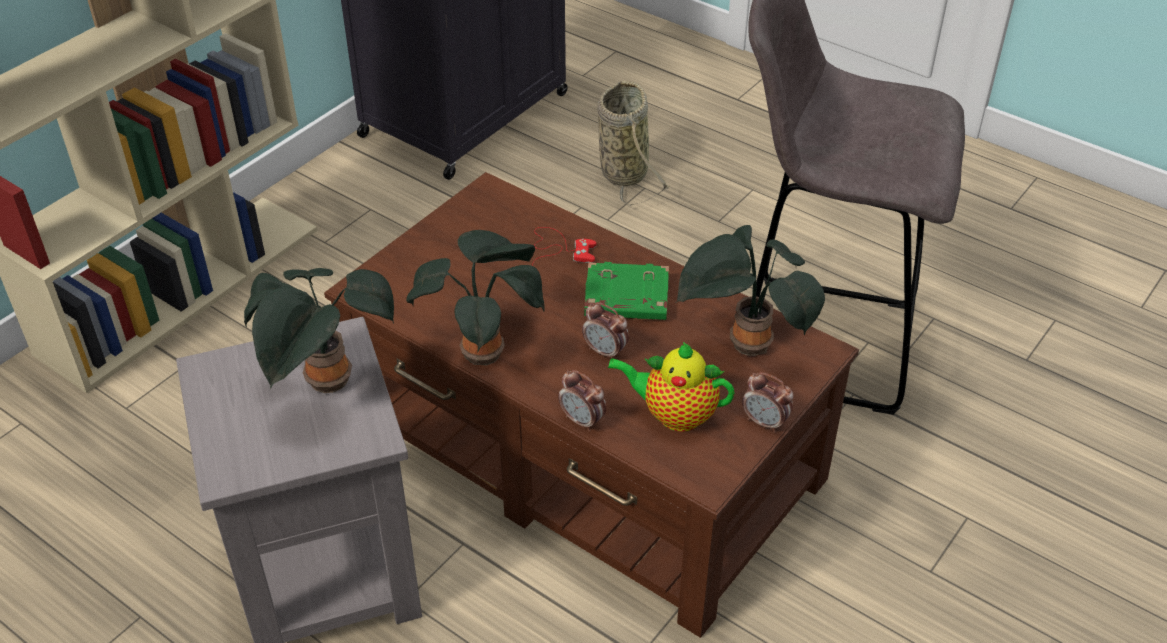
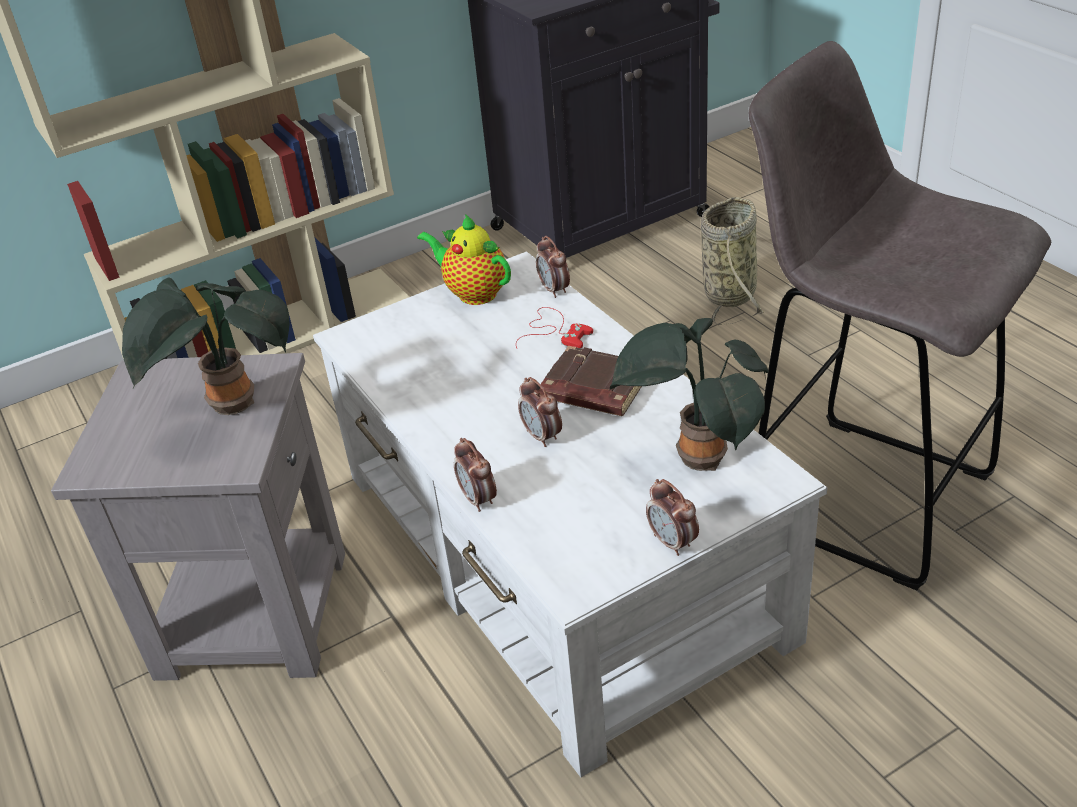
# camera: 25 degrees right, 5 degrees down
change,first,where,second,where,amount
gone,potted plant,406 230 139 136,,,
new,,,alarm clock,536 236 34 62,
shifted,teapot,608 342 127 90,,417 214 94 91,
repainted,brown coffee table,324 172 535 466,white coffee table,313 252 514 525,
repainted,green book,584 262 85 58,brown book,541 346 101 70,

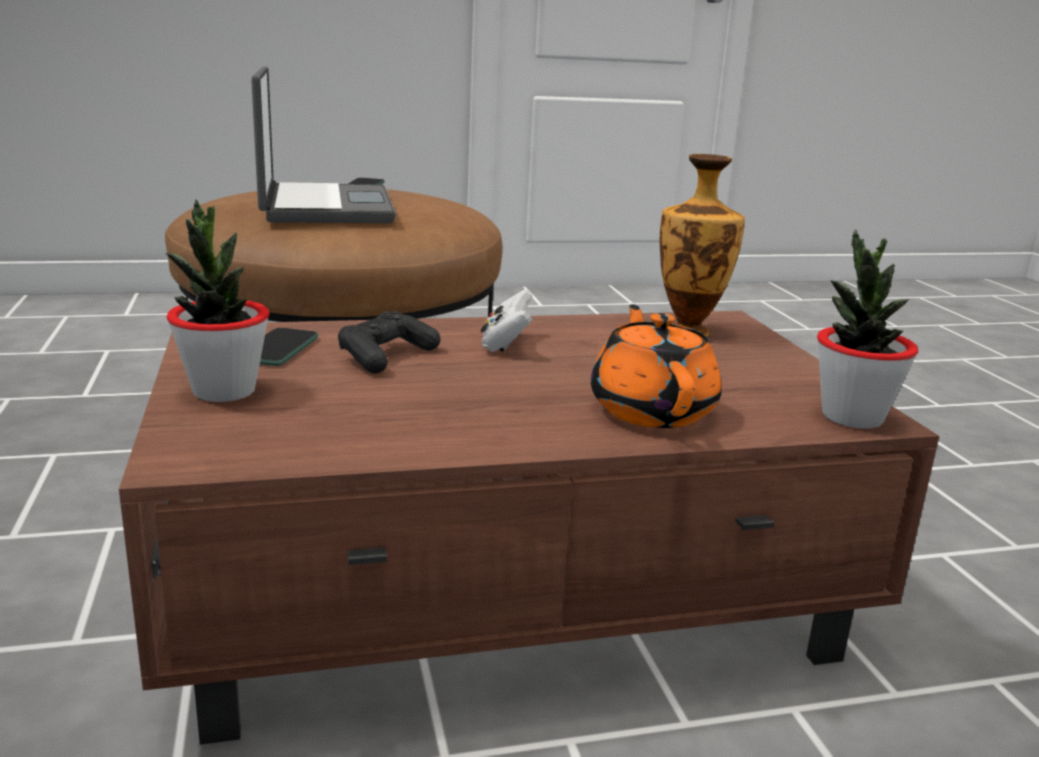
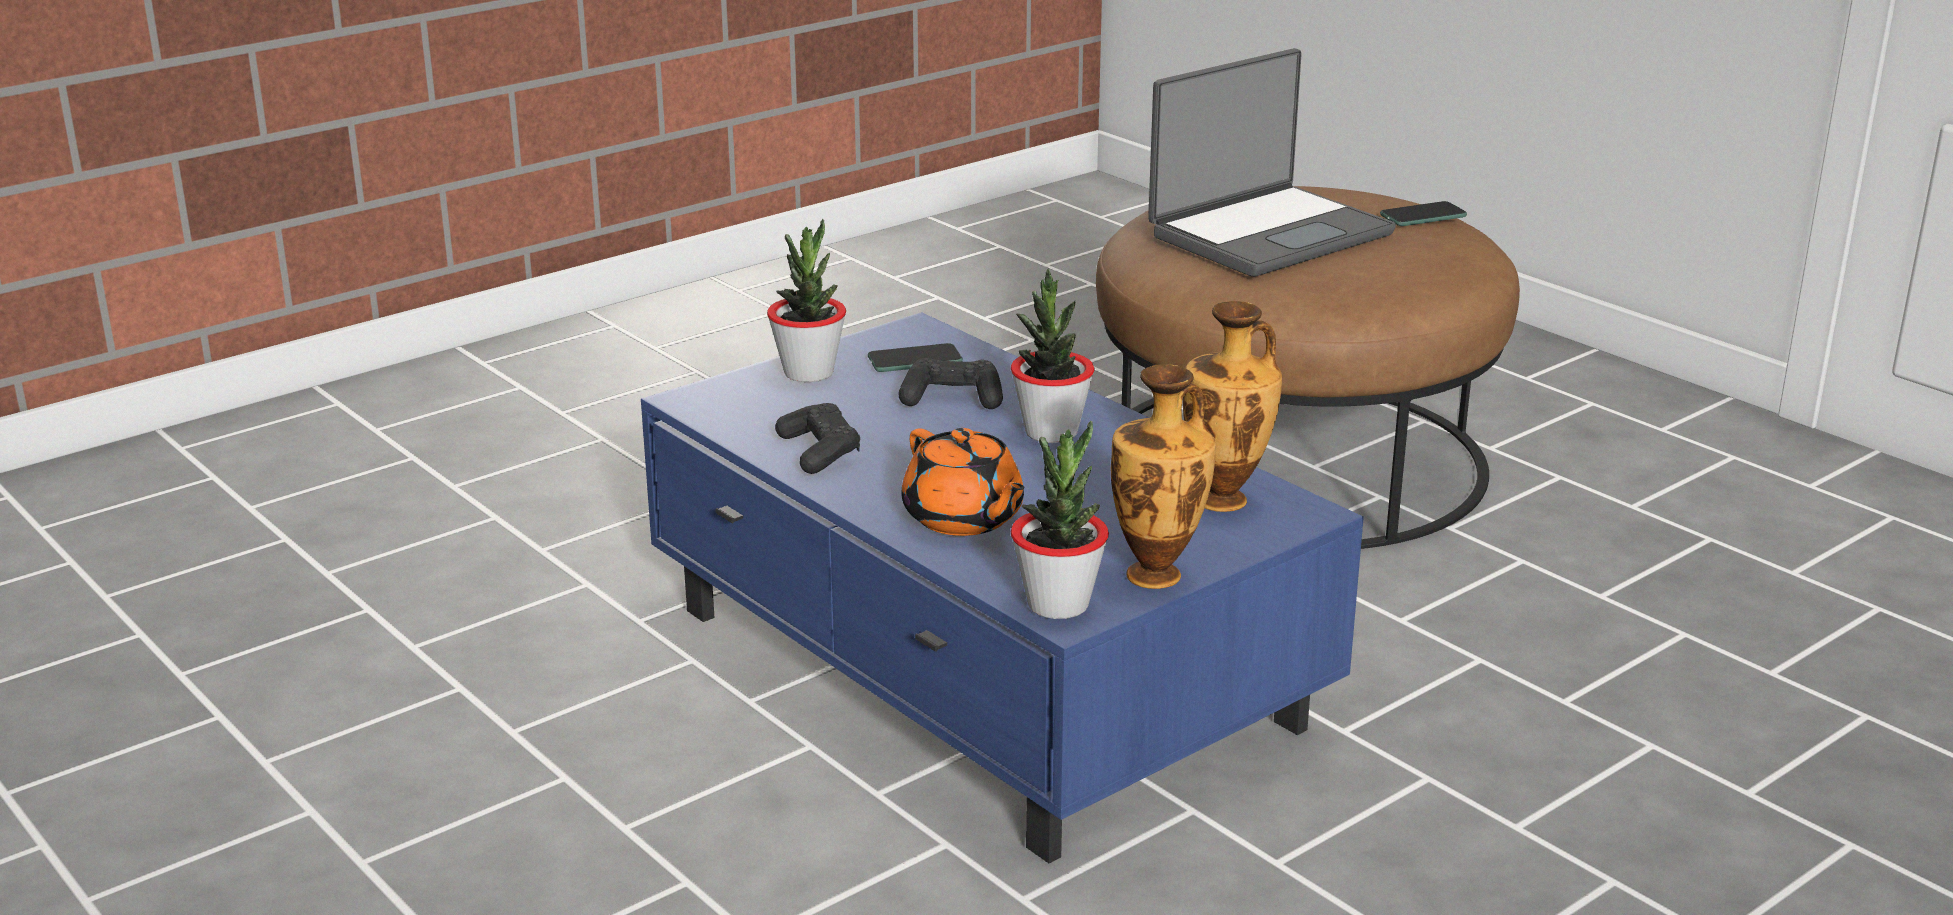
# camera: 65 degrees right, 5 degrees up
change,first,where,second,where,amount
new,,,black game controller,775 403 85 71,
new,,,vase,1111 364 105 225,
swapped,white game controller,481 289 52 63,potted plant,1011 268 83 175,
repainted,brown coffee table,119 311 820 434,blue coffee table,641 312 723 551,
rotated,orange teapot,591 304 130 124,,901 428 124 108,90 degrees clockwise

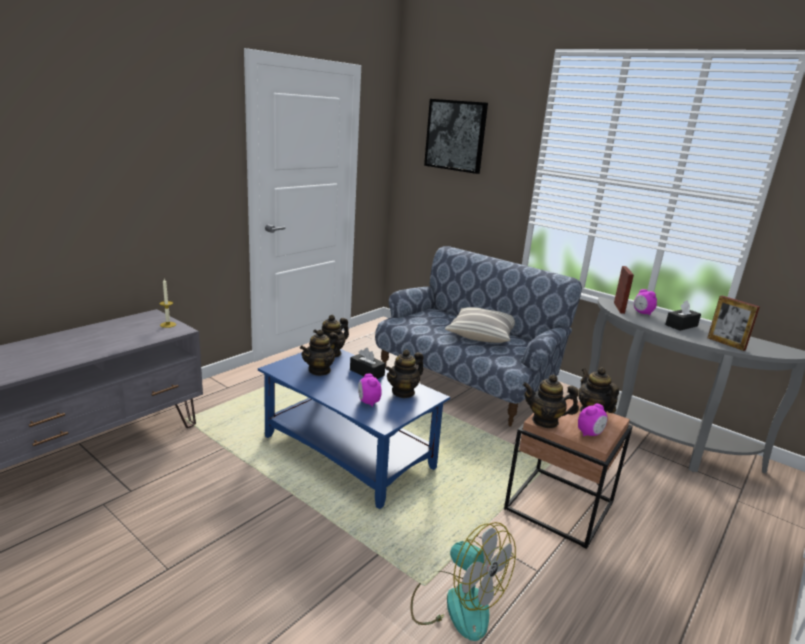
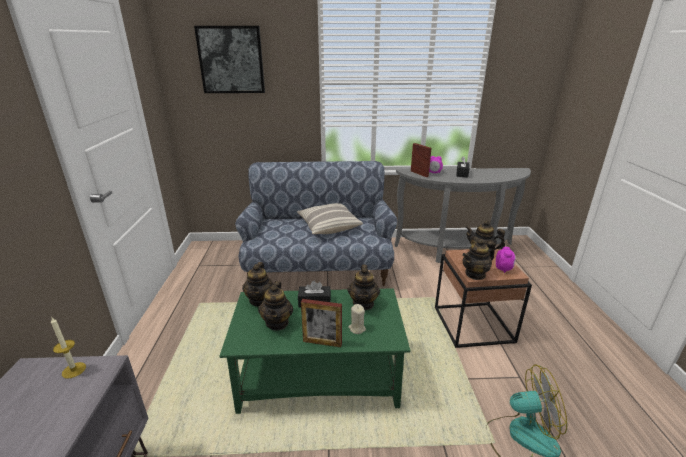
# camera: 40 degrees left, 5 degrees up
change,first,where,second,where,amount
shifted,picture frame,707 296 53 55,,301 299 41 48,
swapped,alarm clock,358 374 24 33,beige candle,348 304 18 30,
repainted,blue coffee table,258 349 192 160,green coffee table,219 288 191 126,

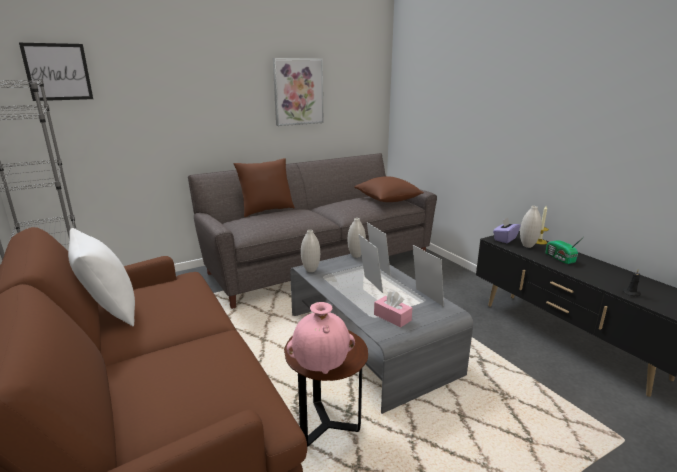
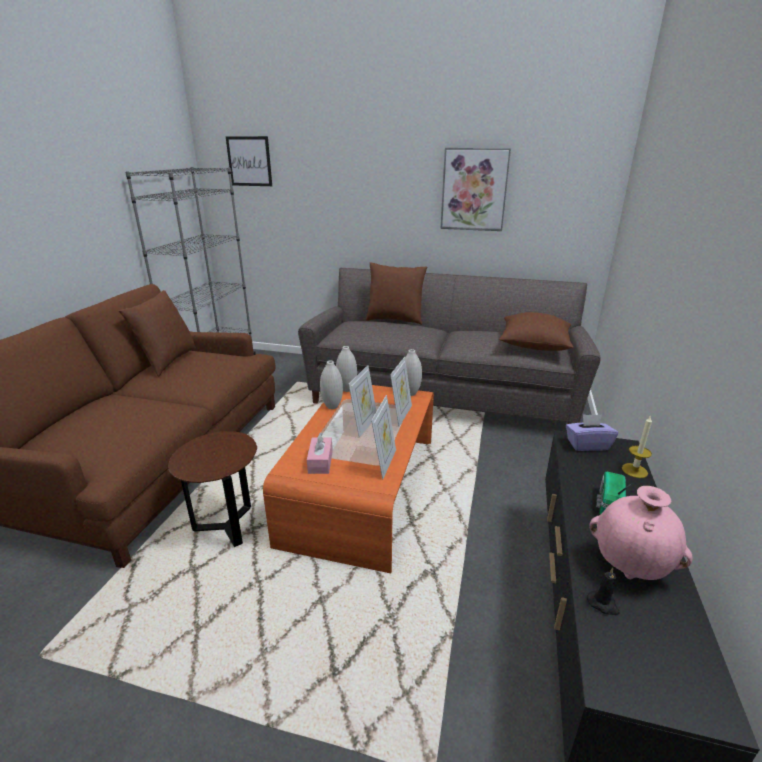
# camera: 45 degrees right, 5 degrees up
change,first,where,second,where,amount
shifted,pink vase,287 302 68 72,,589 486 104 94,
shifted,white vase,520 206 22 42,,320 360 23 49,
repainted,white pillow,68 228 67 98,brown pillow,119 290 77 87,
repainted,grey coffee table,290 254 183 160,orange coffee table,263 385 171 188,

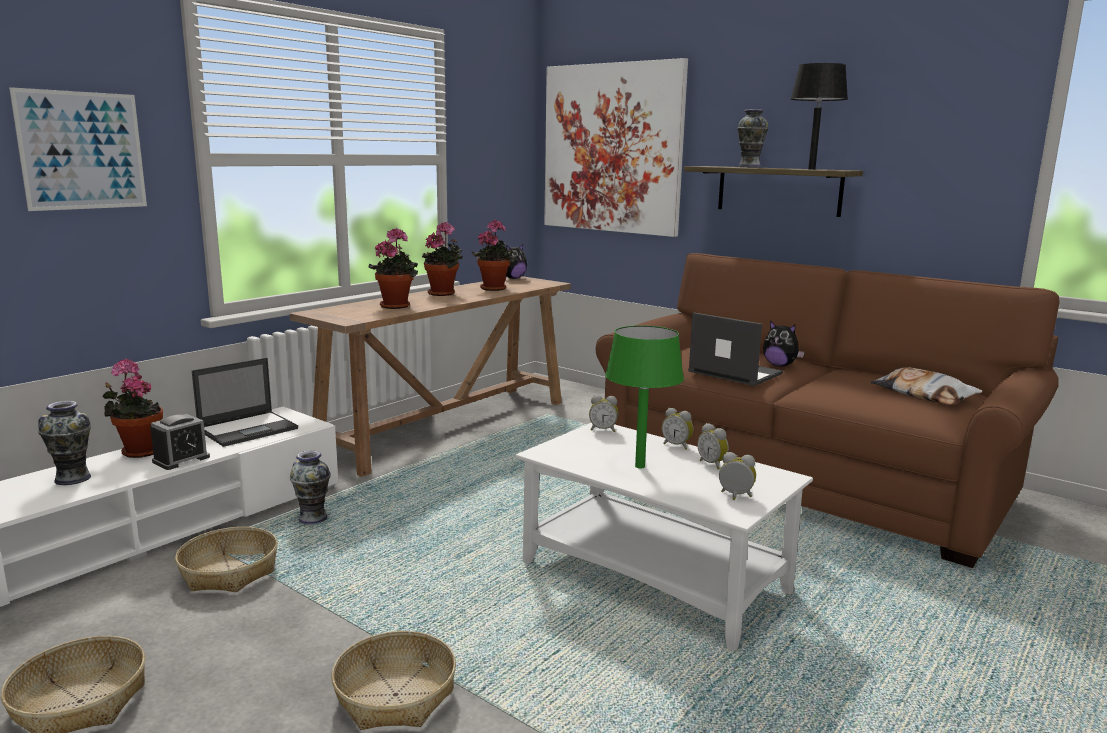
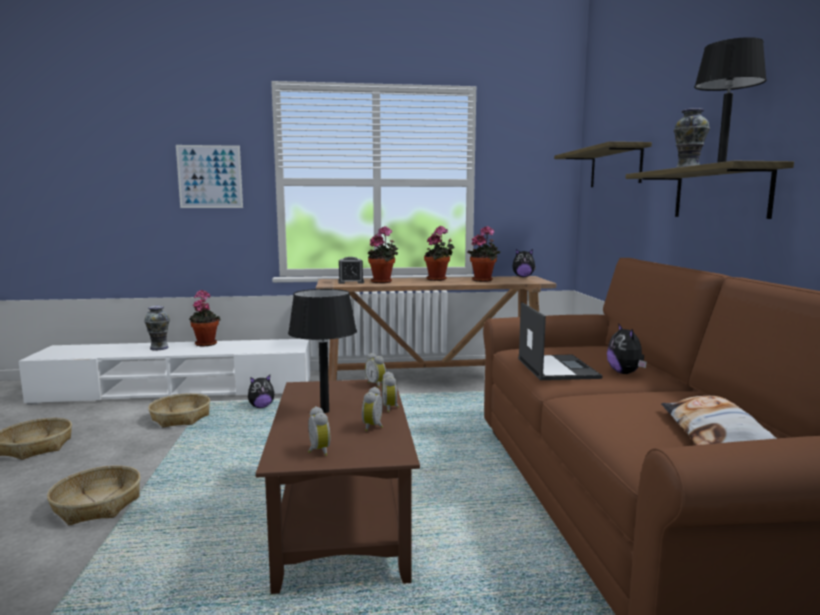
# camera: 45 degrees right, 5 degrees down
change,first,where,second,where,amount
gone,laptop,192 358 106 89,,,
shifted,alarm clock,150 414 60 56,,338 257 26 27,
swapped,vase,290 450 41 74,plush toy,248 375 27 33,
swapped,picture,544 58 144 179,shelf,554 141 98 46,
repainted,white coffee table,515 423 298 229,brown coffee table,255 380 165 214,
repainted,green table lamp,605 325 79 144,black table lamp,288 289 69 124,

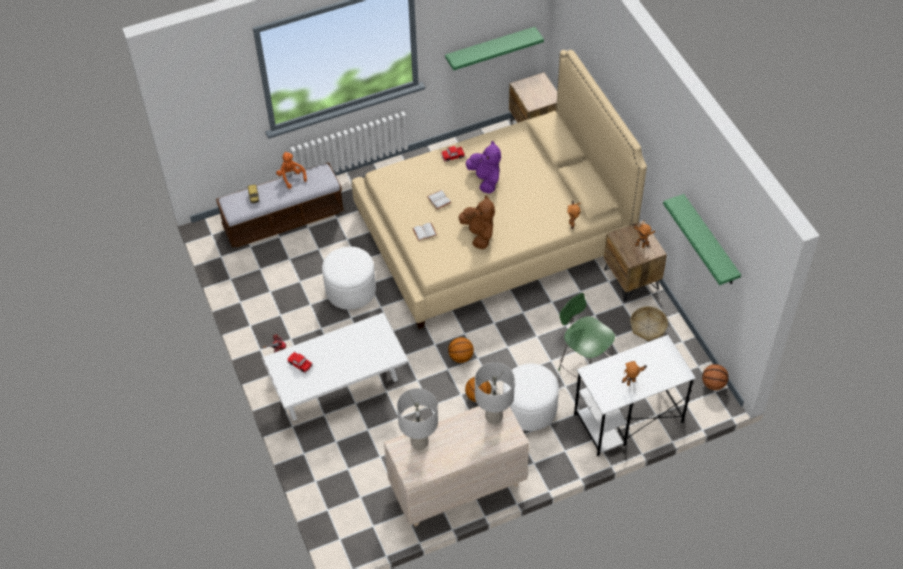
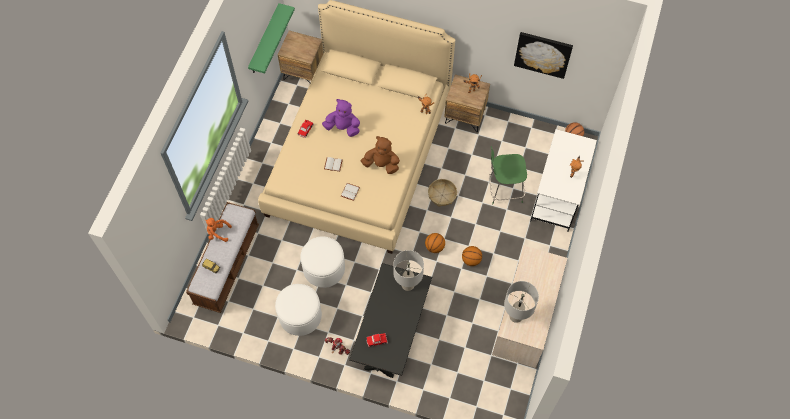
# camera: 50 degrees left, 10 degrees up
change,first,where,second,where,amount
shifted,grey table lamp,475 362 40 62,,393 250 31 41,
shifted,white ottoman,503 364 56 67,,275 284 47 52,
shifted,basket,630 306 38 35,,428 179 29 28,
swapped,green shelf,663 194 78 91,picture,514 32 59 47,
repainted,white coffee table,262 312 147 109,black coffee table,349 263 83 115,

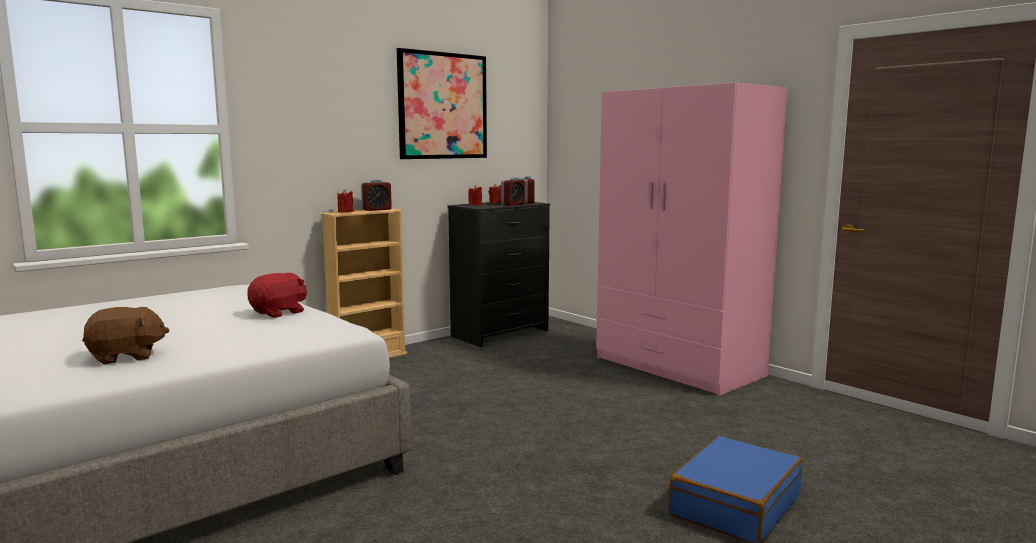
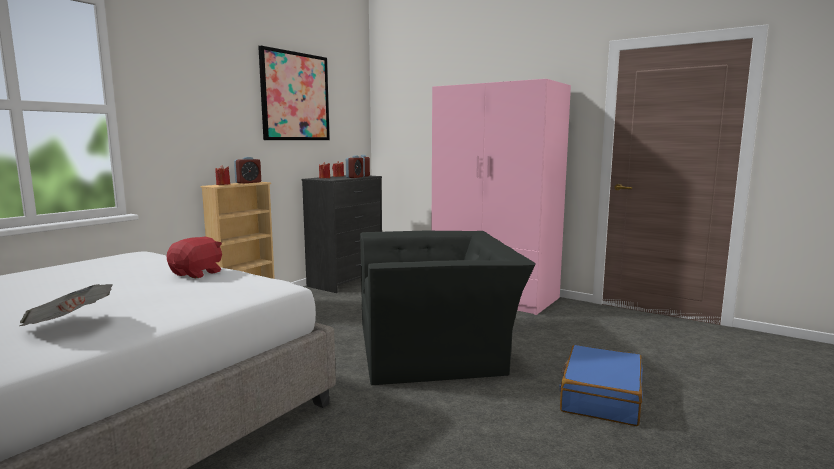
# camera: 15 degrees left, 0 degrees up
change,first,where,second,where,amount
new,,,black armchair,360 231 176 154,
swapped,brown plush toy,82 307 87 57,newspaper,20 284 93 42,

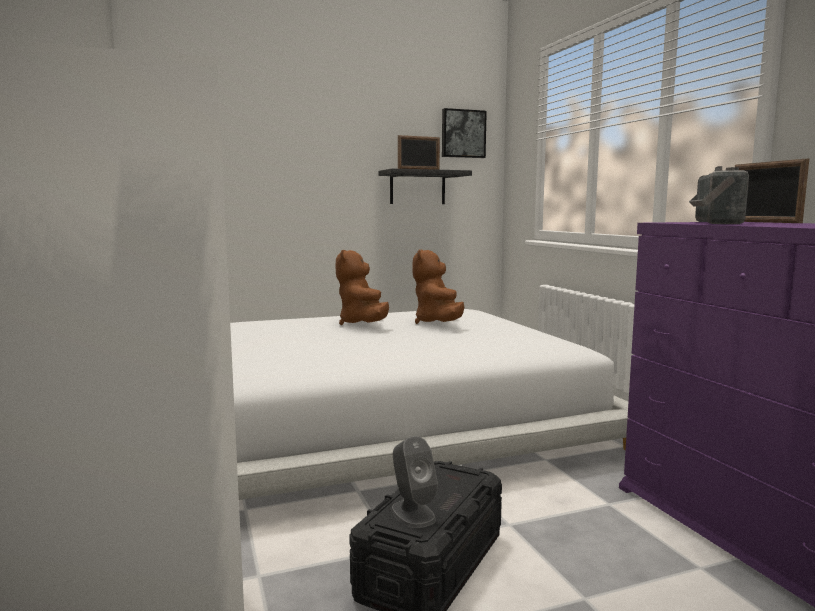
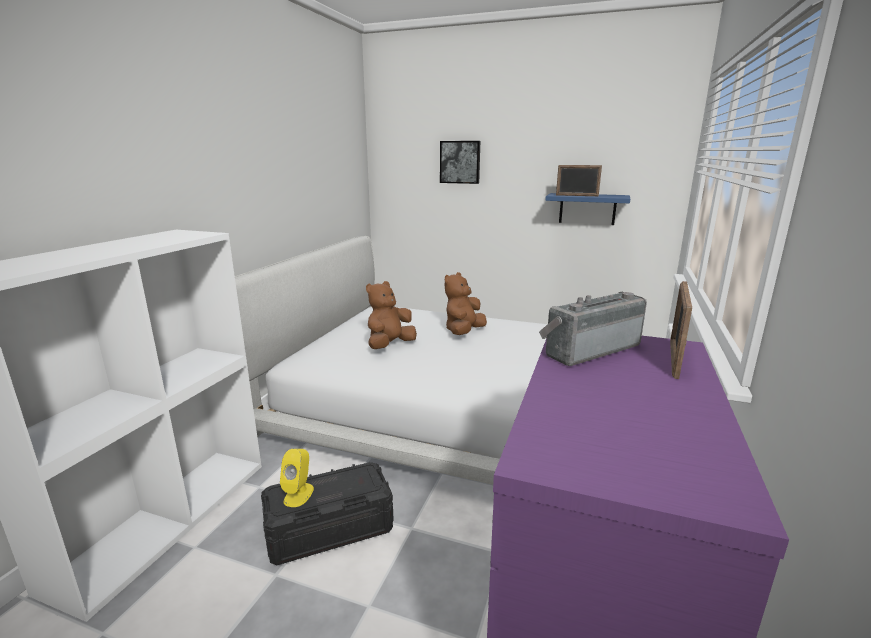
# camera: 40 degrees right, 10 degrees up
change,first,where,second,where,amount
shifted,brown plush toy,412 250 52 74,,366 281 51 68,
shifted,picture,442 108 45 50,,440 141 40 43,
repainted,black shelf,378 169 94 35,blue shelf,545 193 85 32,
repainted,grey speaker,391 436 47 92,yellow speaker,280 449 34 58,

